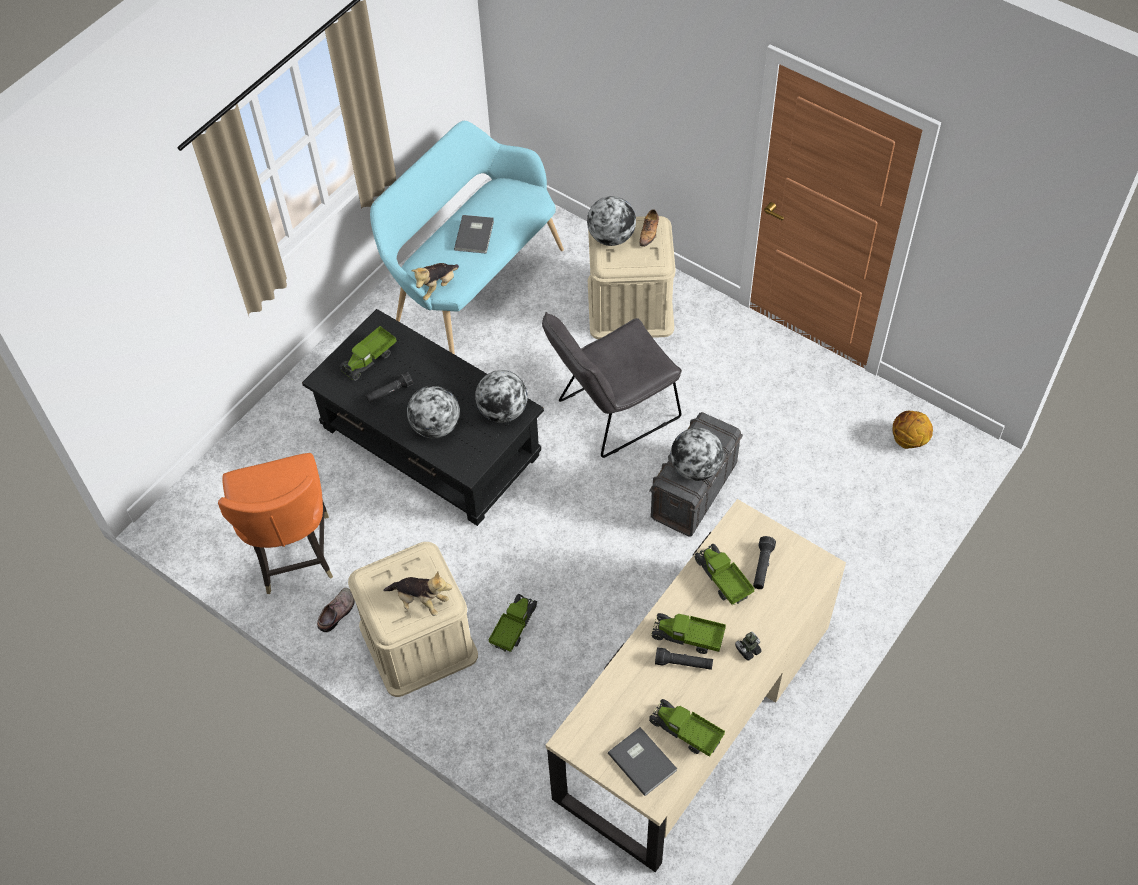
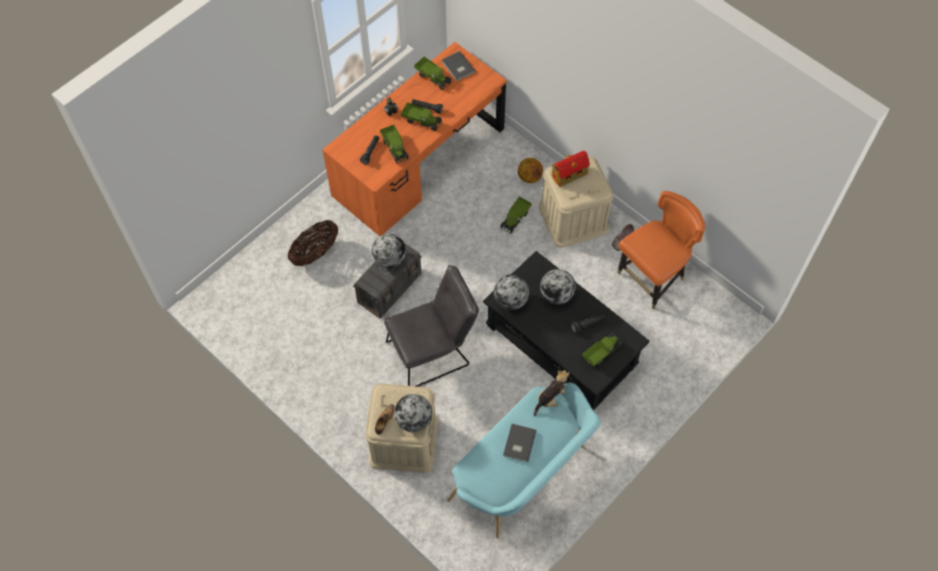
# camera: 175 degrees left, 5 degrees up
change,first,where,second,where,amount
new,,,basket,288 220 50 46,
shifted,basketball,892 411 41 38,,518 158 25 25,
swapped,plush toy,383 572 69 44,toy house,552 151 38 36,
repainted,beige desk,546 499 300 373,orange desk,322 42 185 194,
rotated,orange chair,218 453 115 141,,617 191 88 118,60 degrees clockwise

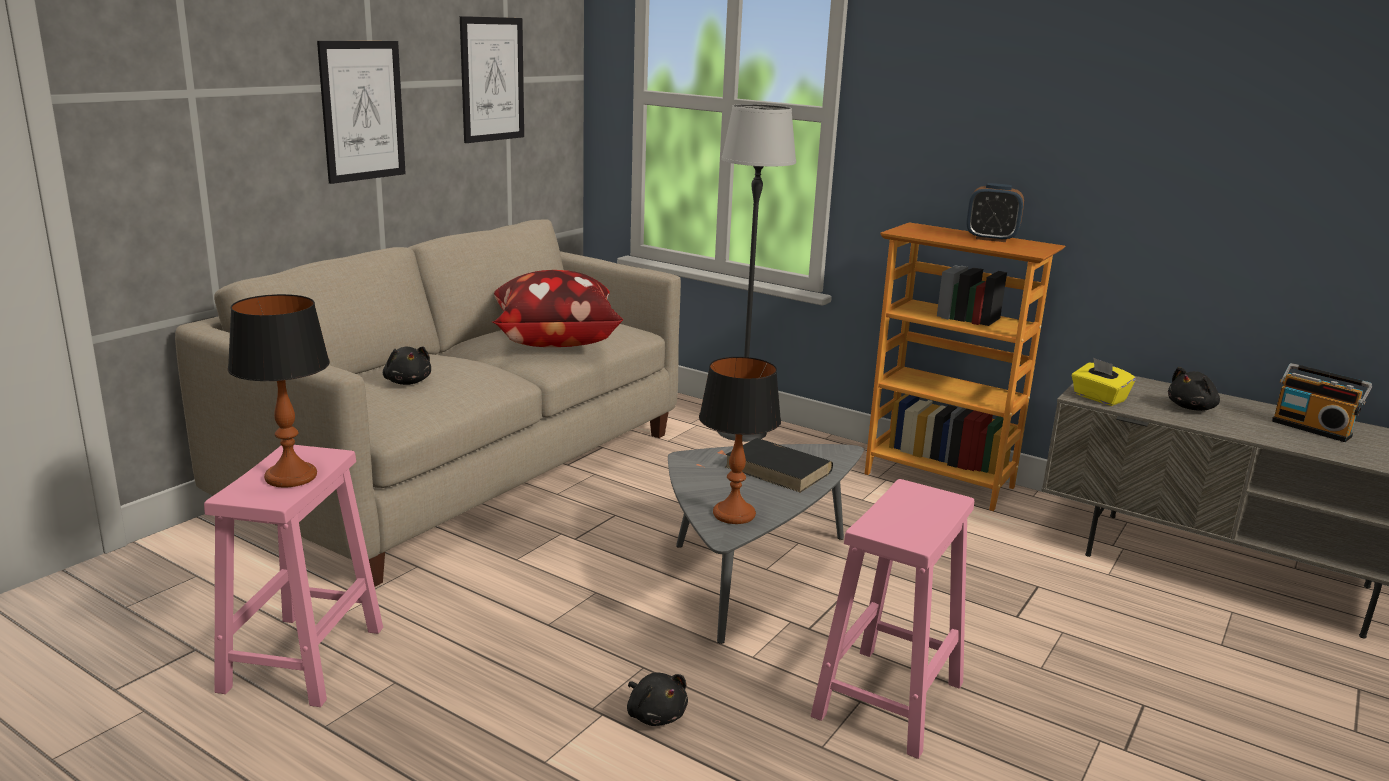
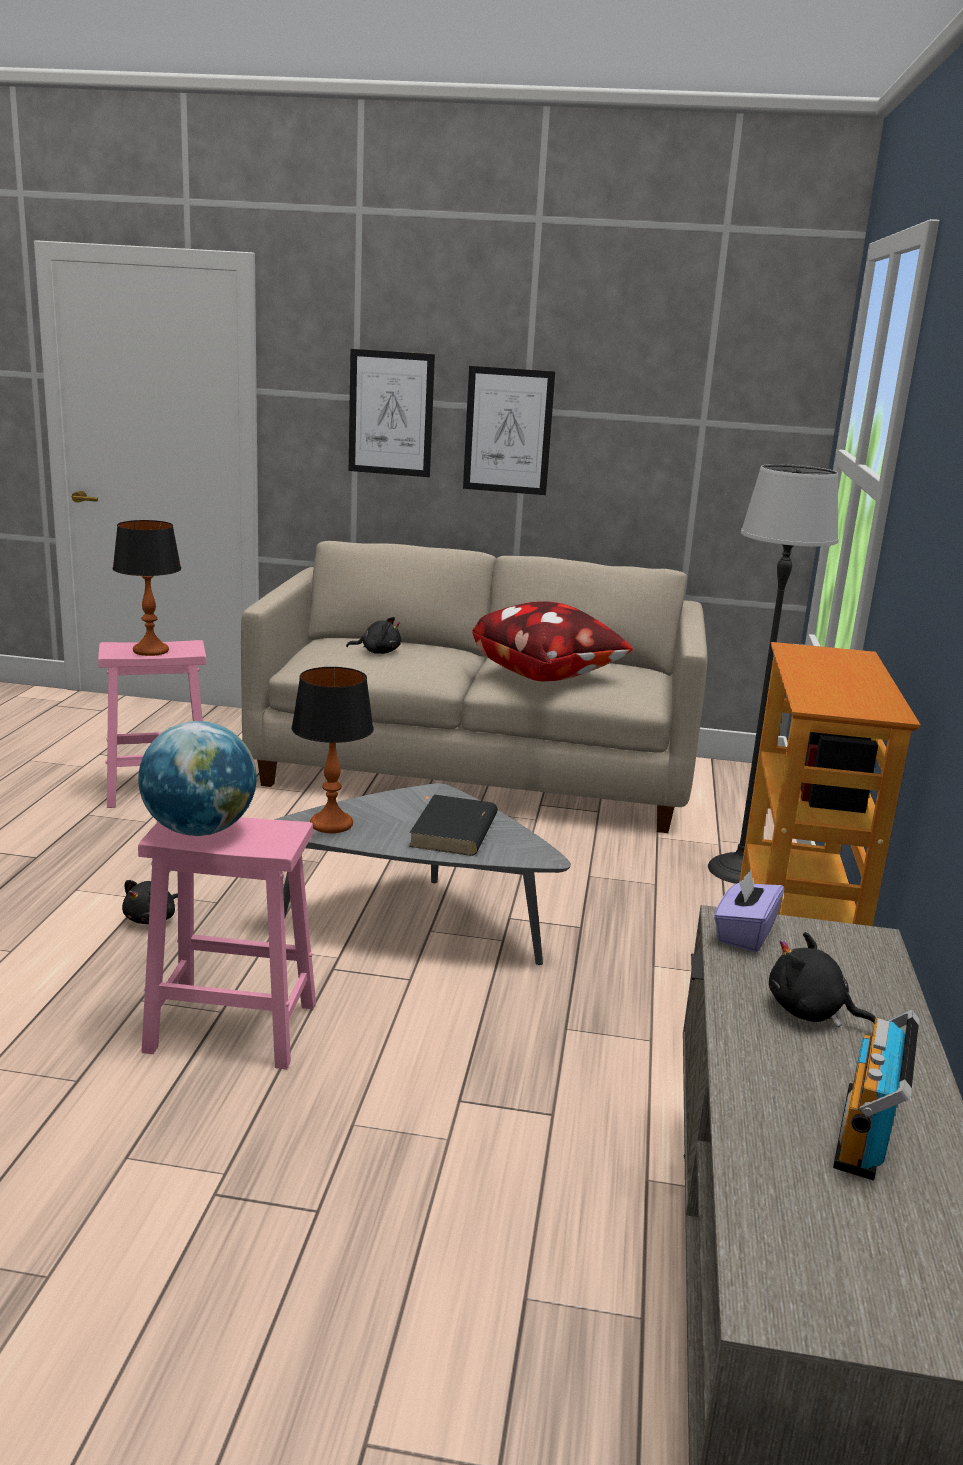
# camera: 65 degrees right, 0 degrees up
change,first,where,second,where,amount
gone,alarm clock,966 183 58 59,,,
new,,,globe,138 721 119 115,
shifted,picture,460 16 64 127,,349 349 86 128,
repainted,yellow tissue box,1072 357 64 49,purple tissue box,714 869 70 83,
rotated,black plush toy,383 346 48 39,,346 617 55 37,120 degrees counterclockwise

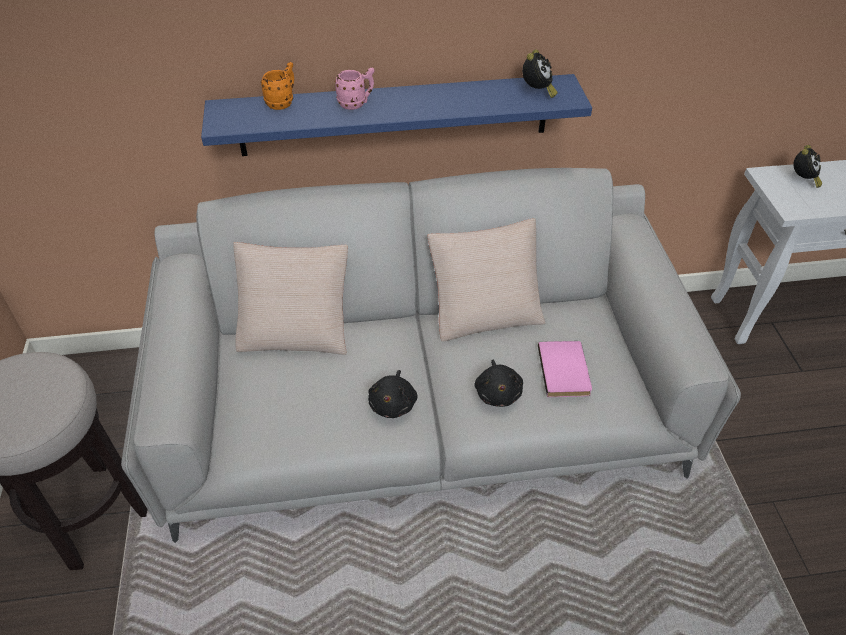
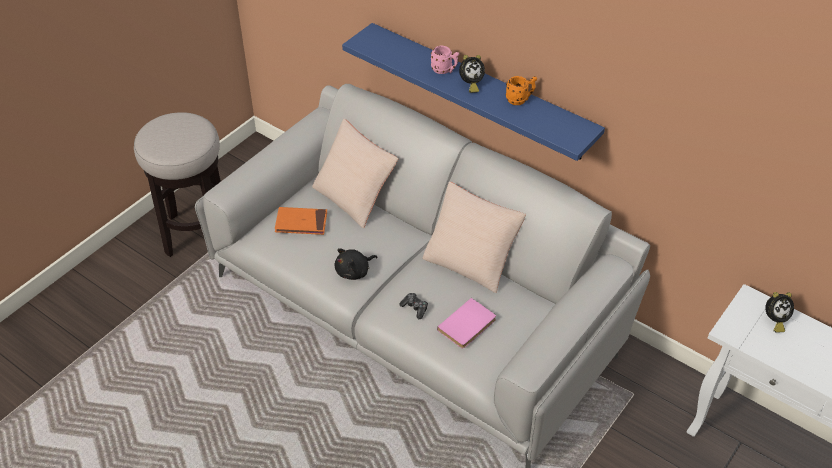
# camera: 45 degrees right, 0 degrees up
change,first,where,second,where,amount
new,,,orange book,275 207 52 28,
shifted,orange mug,261 62 33 48,,505 76 32 29,
shifted,alarm clock,522 49 36 49,,459 55 26 38,
swapped,black plush toy,474 359 49 48,game controller,399 293 29 26,

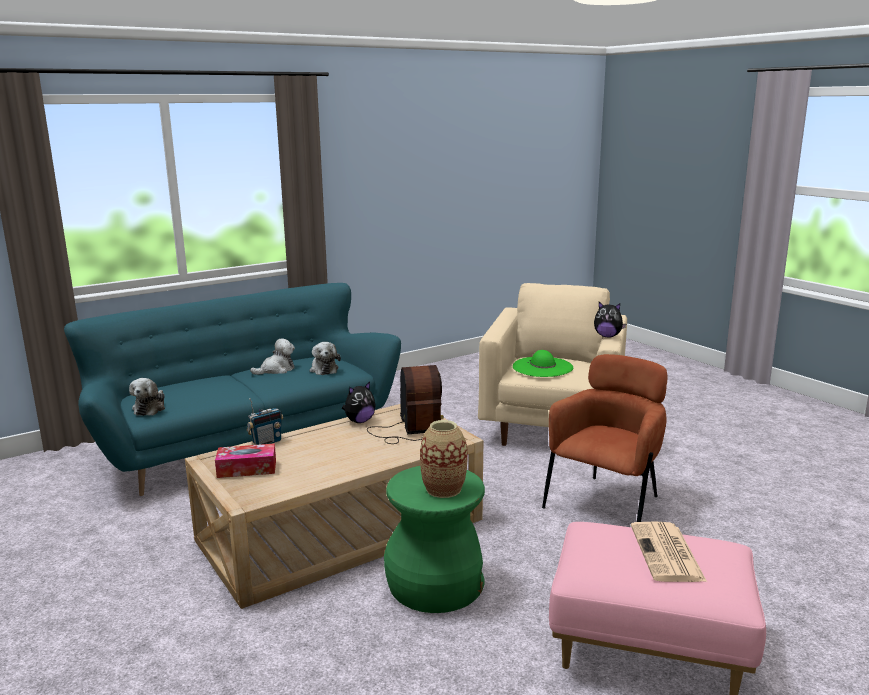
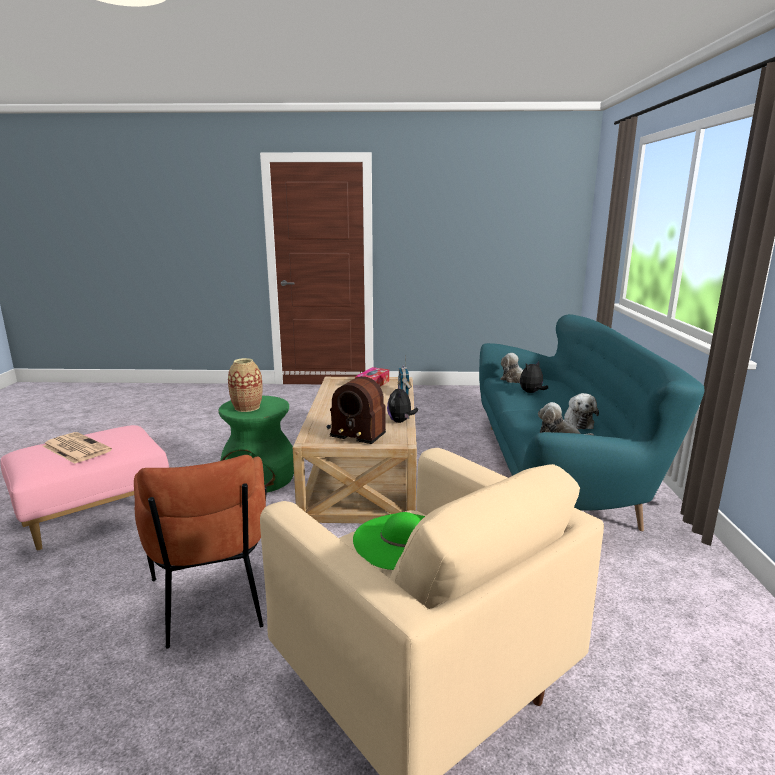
# camera: 125 degrees right, 0 degrees up
change,first,where,second,where,amount
shifted,plush toy,594 302 32 35,,520 361 28 32,

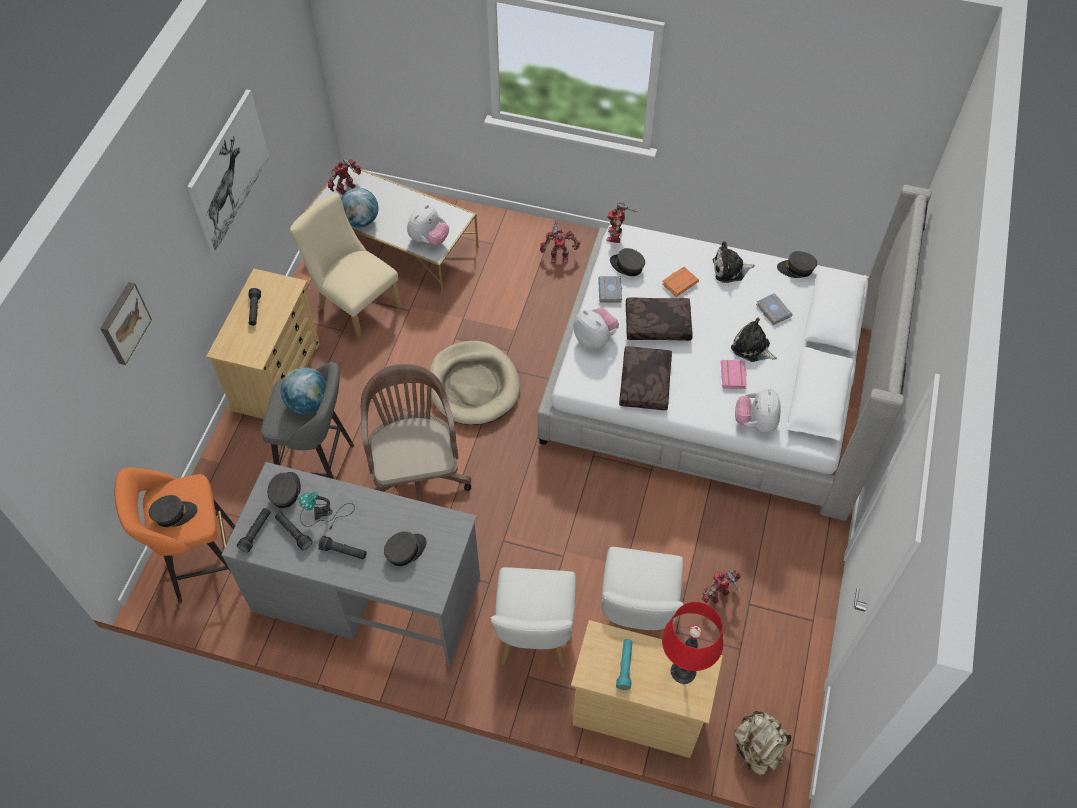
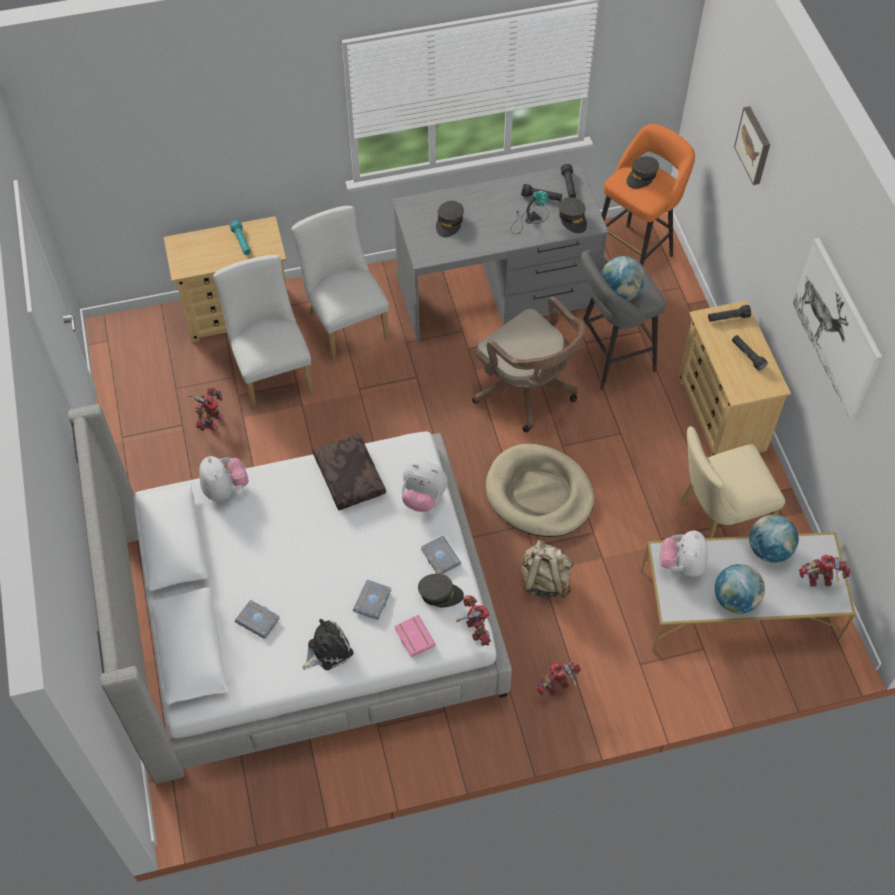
# camera: 150 degrees right, 0 degrees up
change,first,where,second,where,amount
gone,brown pillow,626 297 67 44,,,
gone,red table lamp,662 602 61 82,,,
gone,plush toy,731 318 46 44,,,
gone,grey cap,777 251 40 27,,,
new,,,globe,715 564 50 50,
shifted,black flashlight,318 536 49 23,,708 305 43 17,
shifted,pink book,721 360 26 29,,395 615 41 43,
shifted,beige backpack,733 711 58 64,,521 539 52 59,
repainted,orange book,662 267 37 30,grey book,353 580 38 40,
rotated,beige chair,290 194 112 148,,680 426 105 112,150 degrees clockwise
rotated,toy robot,328 158 33 37,,799 555 51 32,105 degrees counterclockwise

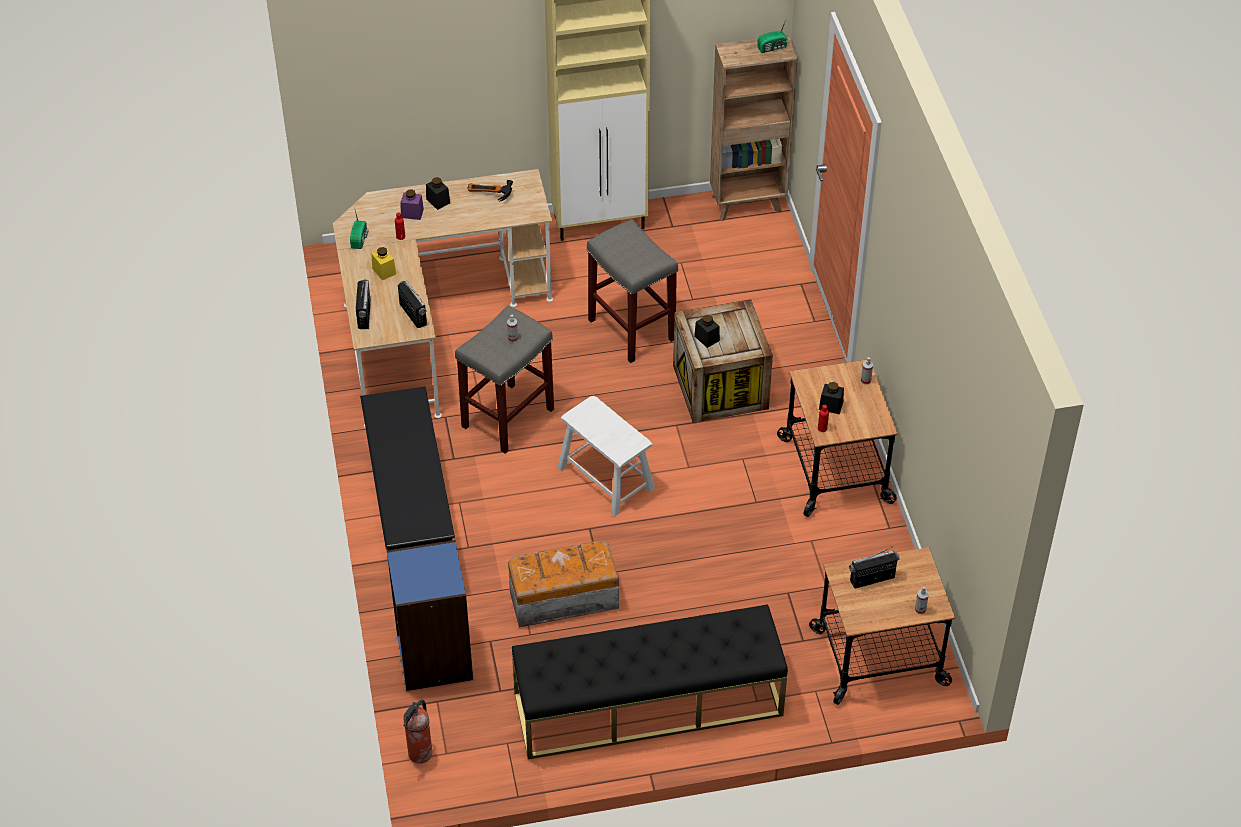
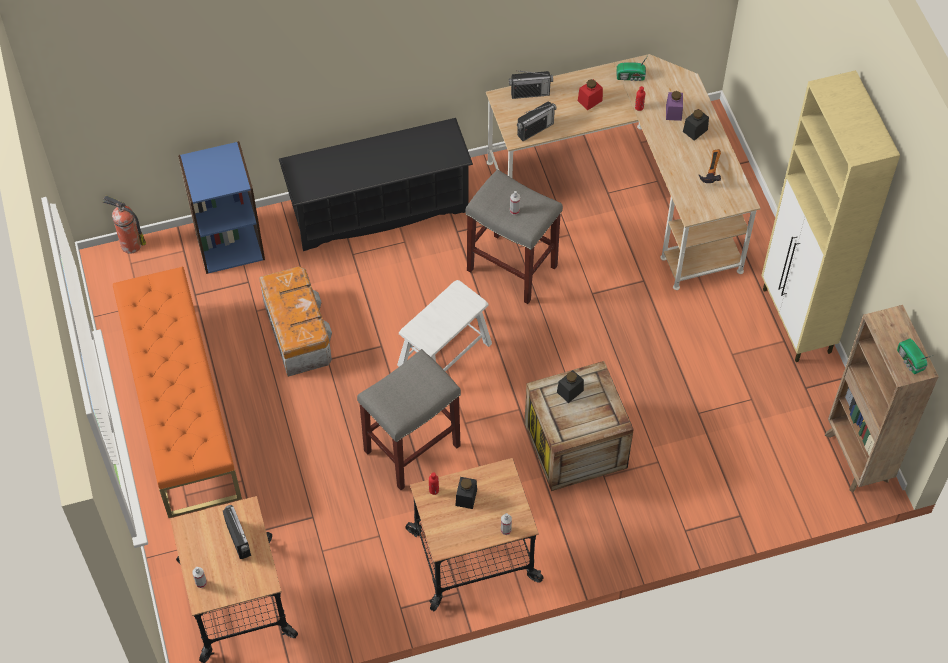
# camera: 85 degrees right, 10 degrees up
change,first,where,second,where,amount
shifted,grey stool,587 219 91 144,,357 349 104 141,
repainted,yellow jar,372 247 24 34,red jar,578 79 25 31,
repainted,black bench,512 604 276 155,orange bench,113 267 129 251,

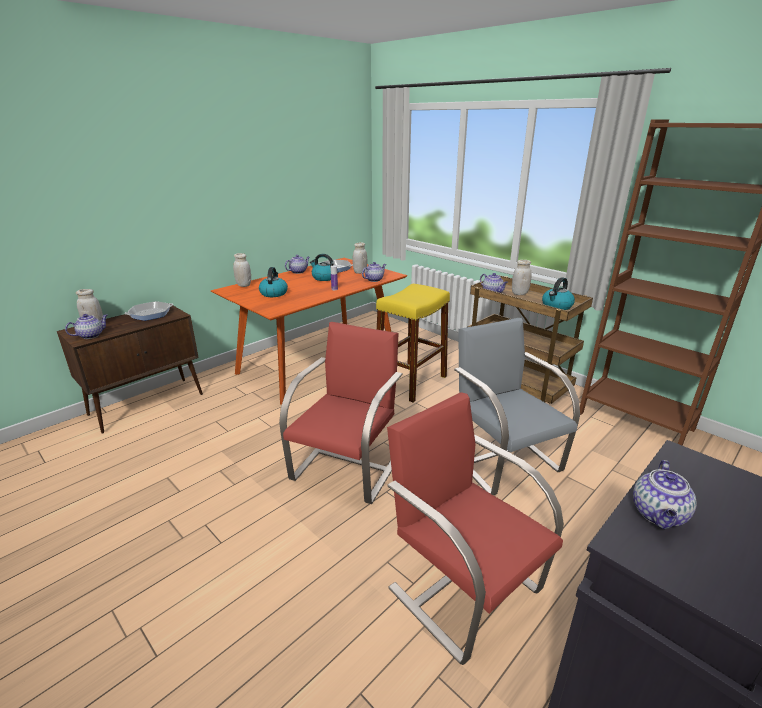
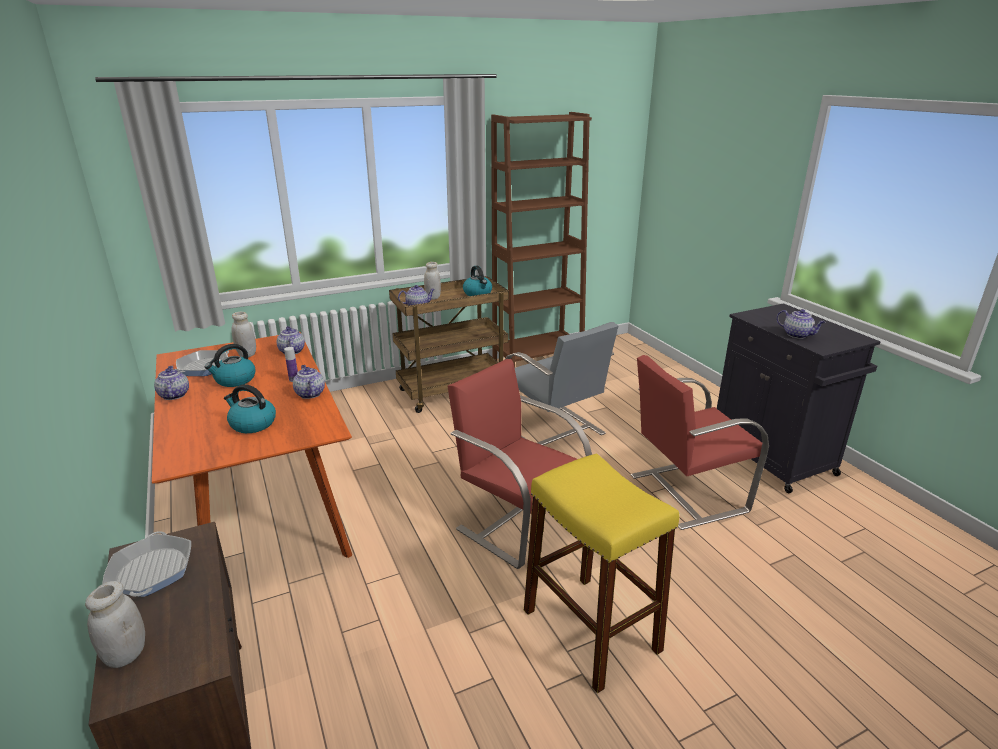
# camera: 70 degrees left, 0 degrees up
change,first,where,second,where,amount
gone,white jar,233 253 18 34,,,
shifted,teapot,65 314 42 25,,293 365 32 34,
shifted,yellow stool,376 284 74 119,,524 453 155 240,
rotated,grey chair,454 318 126 177,,504 322 114 123,120 degrees counterclockwise

